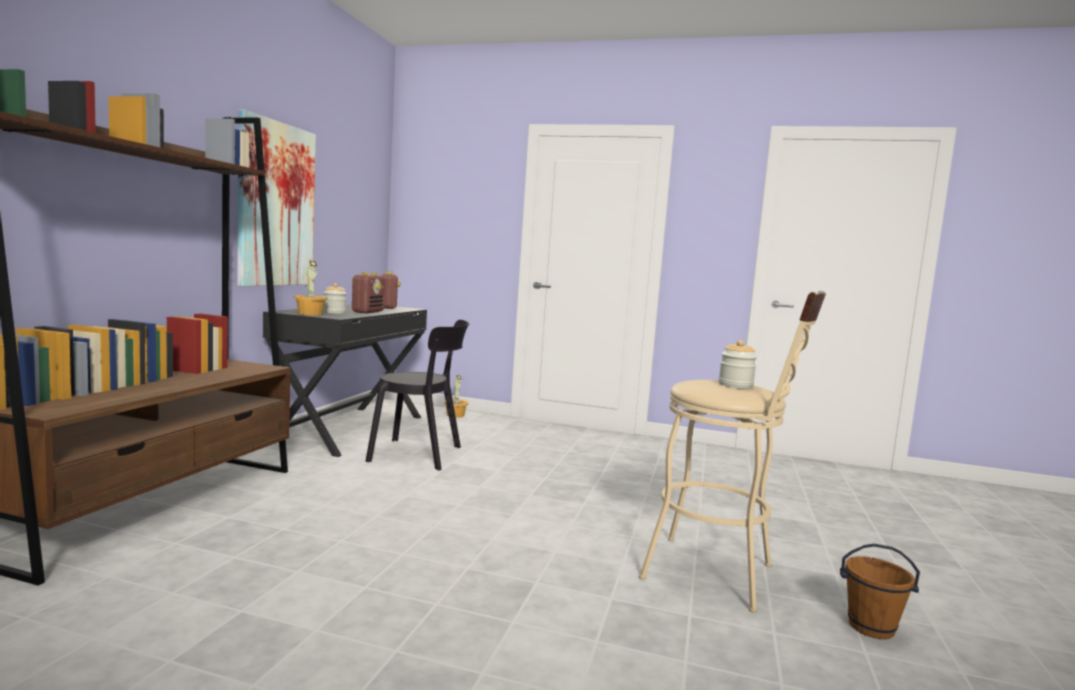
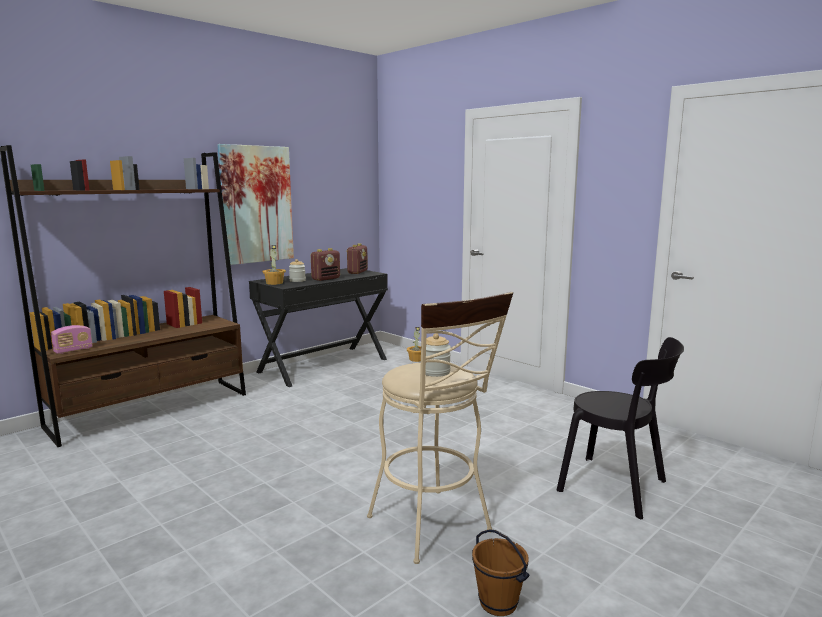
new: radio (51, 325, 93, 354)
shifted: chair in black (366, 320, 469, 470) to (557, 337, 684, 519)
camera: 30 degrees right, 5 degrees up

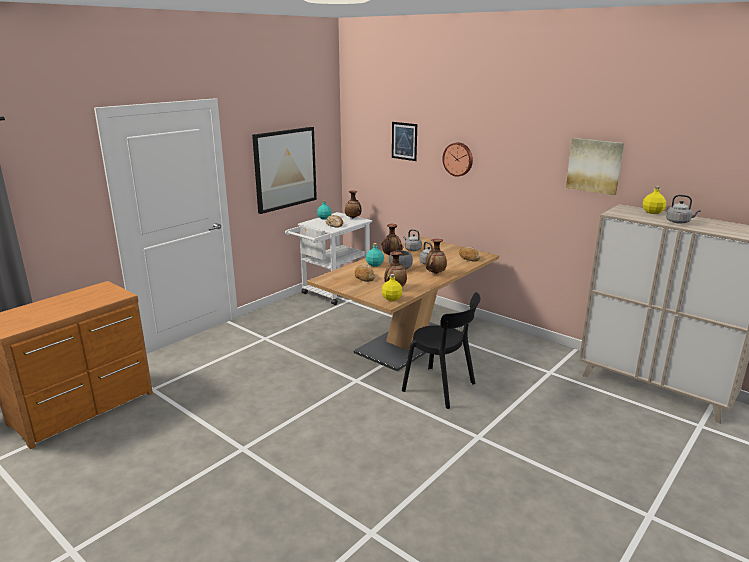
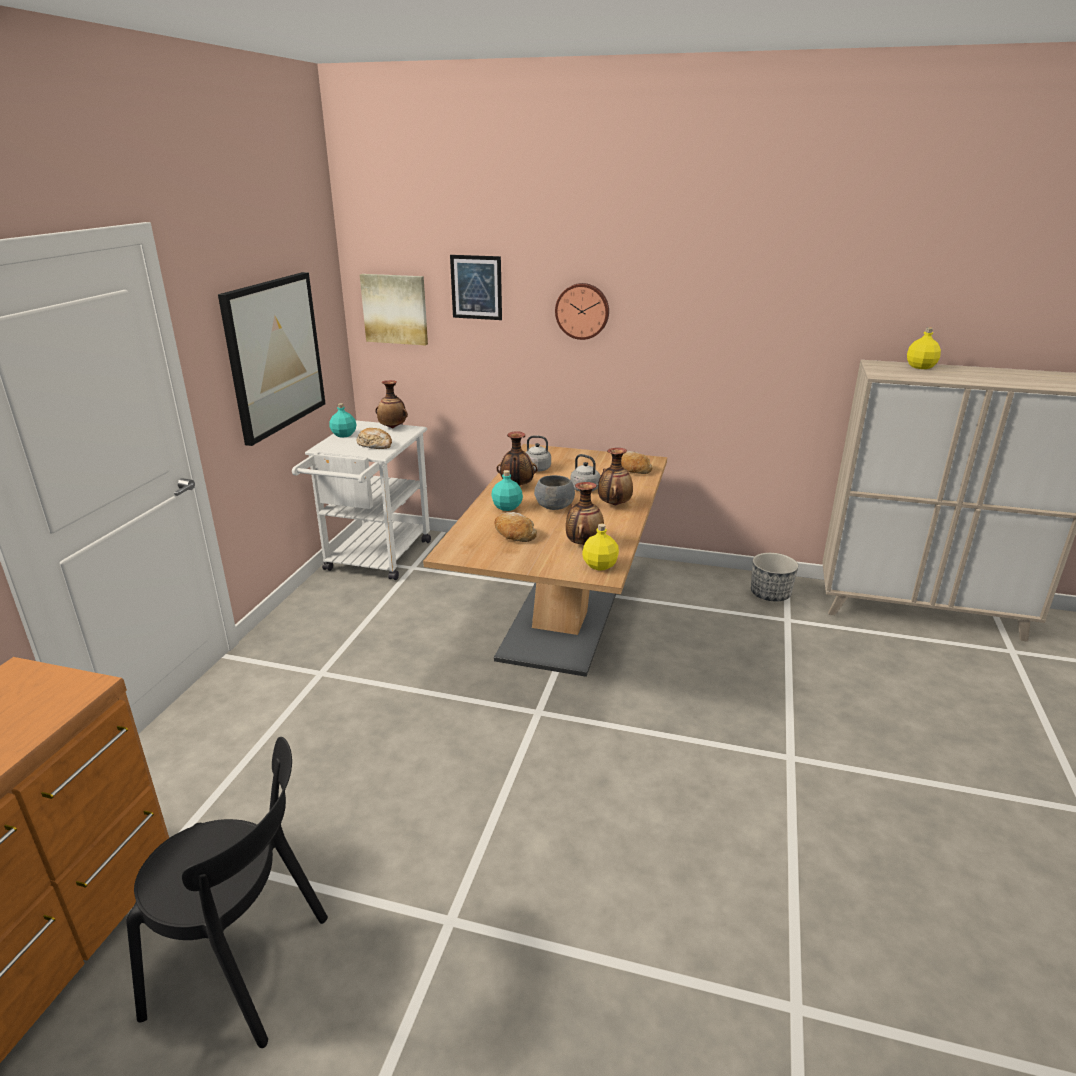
gone: kettle in grey (666, 195, 701, 224)
new: planter (751, 553, 798, 601)
shifted: chair in black (402, 292, 480, 409) to (126, 737, 328, 1048); picture (566, 138, 624, 195) to (360, 274, 428, 346)
camera: 25 degrees left, 5 degrees up

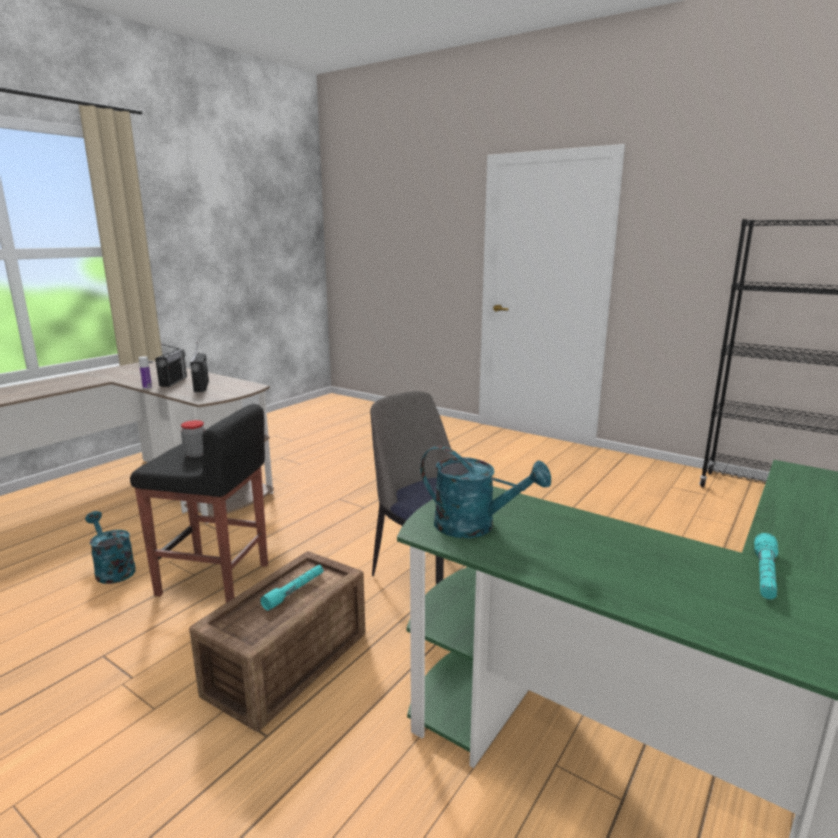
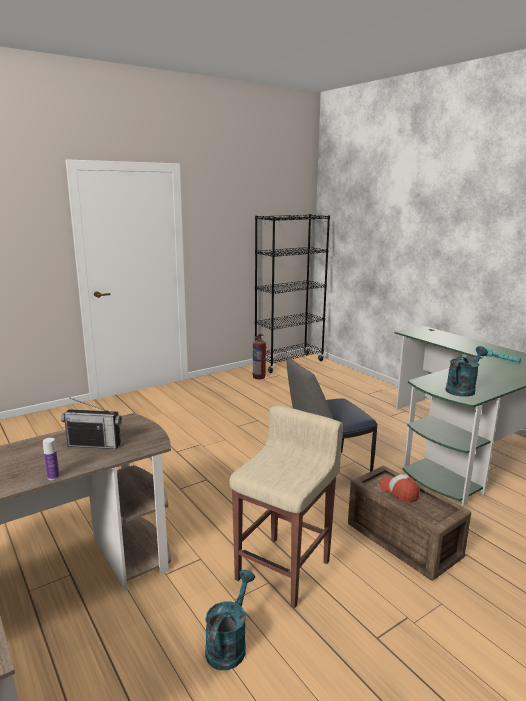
gone: radio (155, 344, 187, 387); jar (181, 420, 205, 458)
new: fire extinguisher (253, 334, 267, 379)
swapped: flashlight in turquoise (260, 565, 323, 611) to cap (380, 474, 420, 503)
repainted: stool in black (130, 404, 268, 603) to stool in beige (229, 405, 343, 608)
rotated: watering can in turquoise (85, 511, 136, 584) = (205, 570, 255, 670) 135 degrees clockwise
camera: 70 degrees left, 0 degrees up

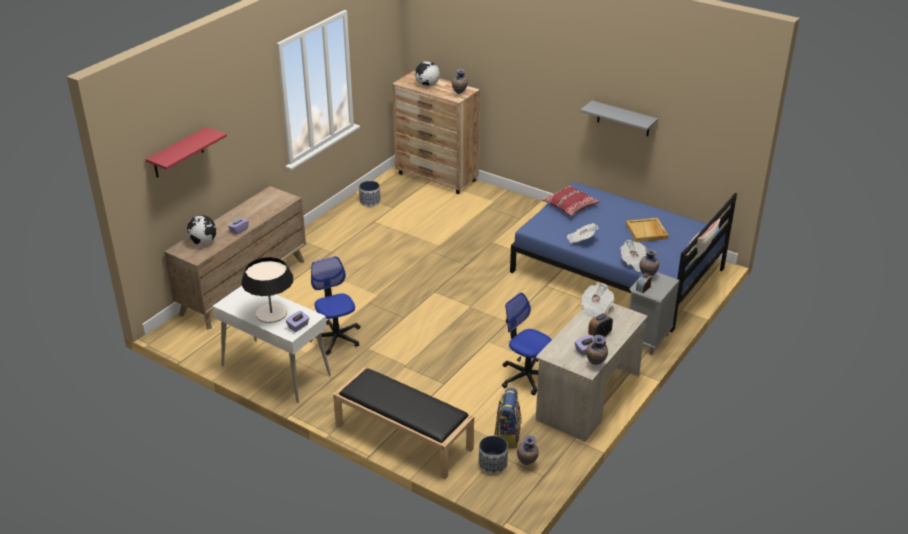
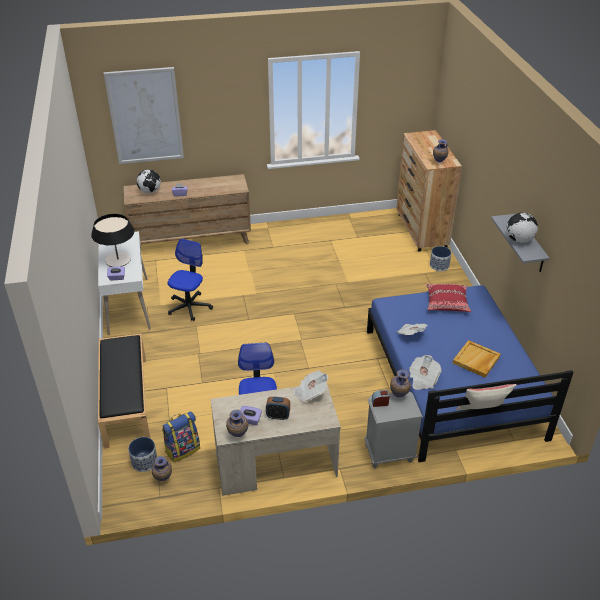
shifted: planter (359, 181, 381, 207) to (430, 246, 451, 271); globe (415, 61, 440, 87) to (507, 213, 538, 243)
swapped: shelf in red (145, 127, 227, 178) to picture (104, 67, 184, 164)
camera: 45 degrees right, 5 degrees up

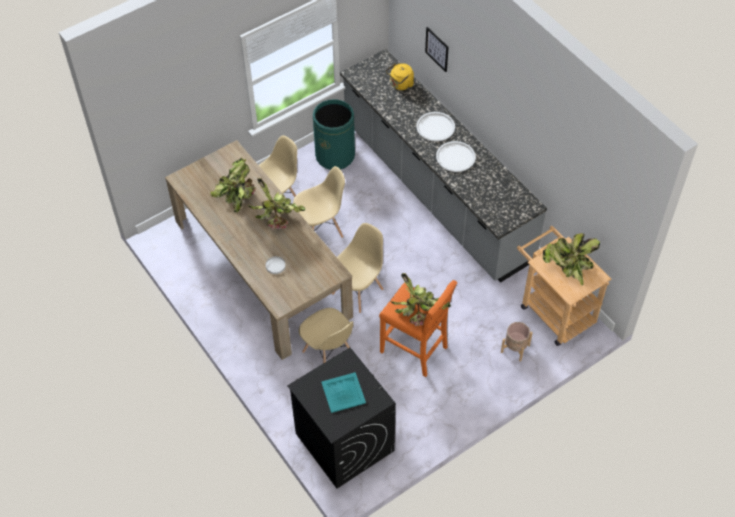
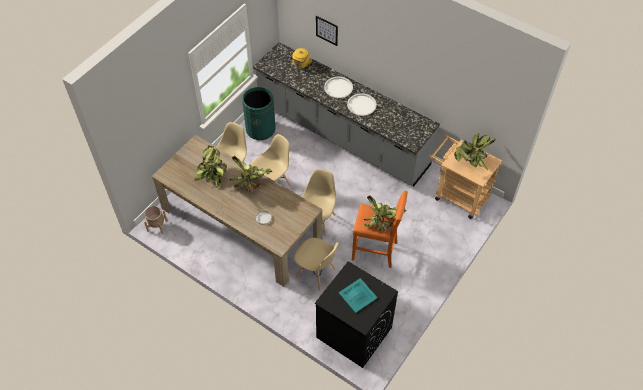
shifted: planter in beige (501, 322, 533, 361) to (144, 206, 167, 234)
camera: 20 degrees left, 0 degrees up

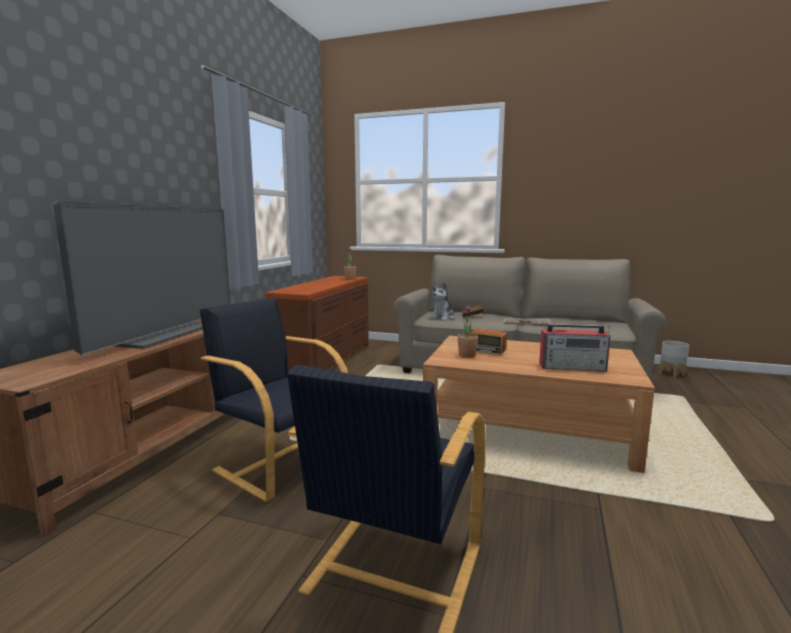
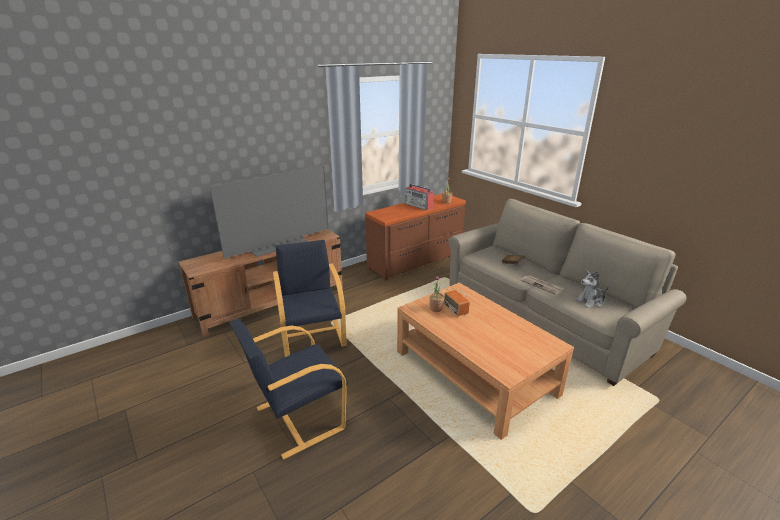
gone: planter in grey (659, 341, 689, 378)
shifted: radio (539, 324, 611, 372) to (405, 184, 434, 210); plush toy (430, 282, 455, 321) to (576, 270, 609, 308)
camera: 35 degrees right, 15 degrees up

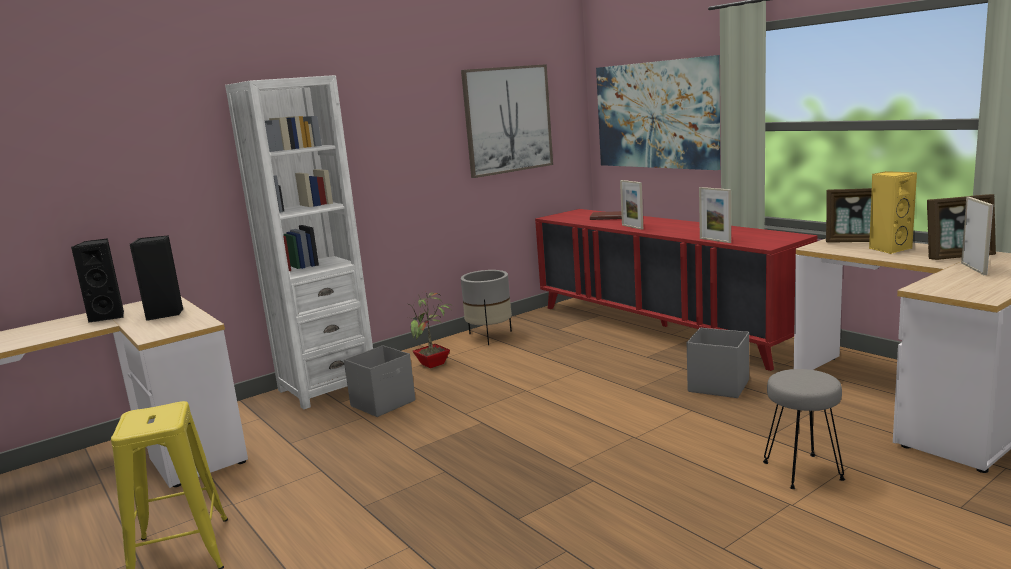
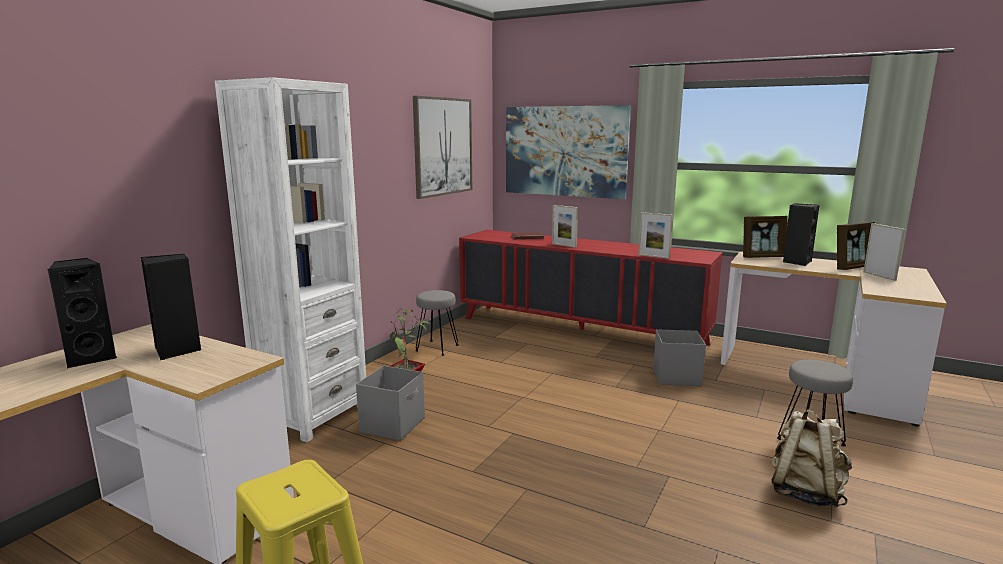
new: backpack in beige (771, 409, 852, 507)
swapped: planter in grey (461, 270, 512, 345) to stool in grey (415, 290, 458, 356)
repainted: speaker in yellow (869, 171, 917, 254) to speaker in black (783, 203, 819, 266)
camera: 25 degrees left, 0 degrees up

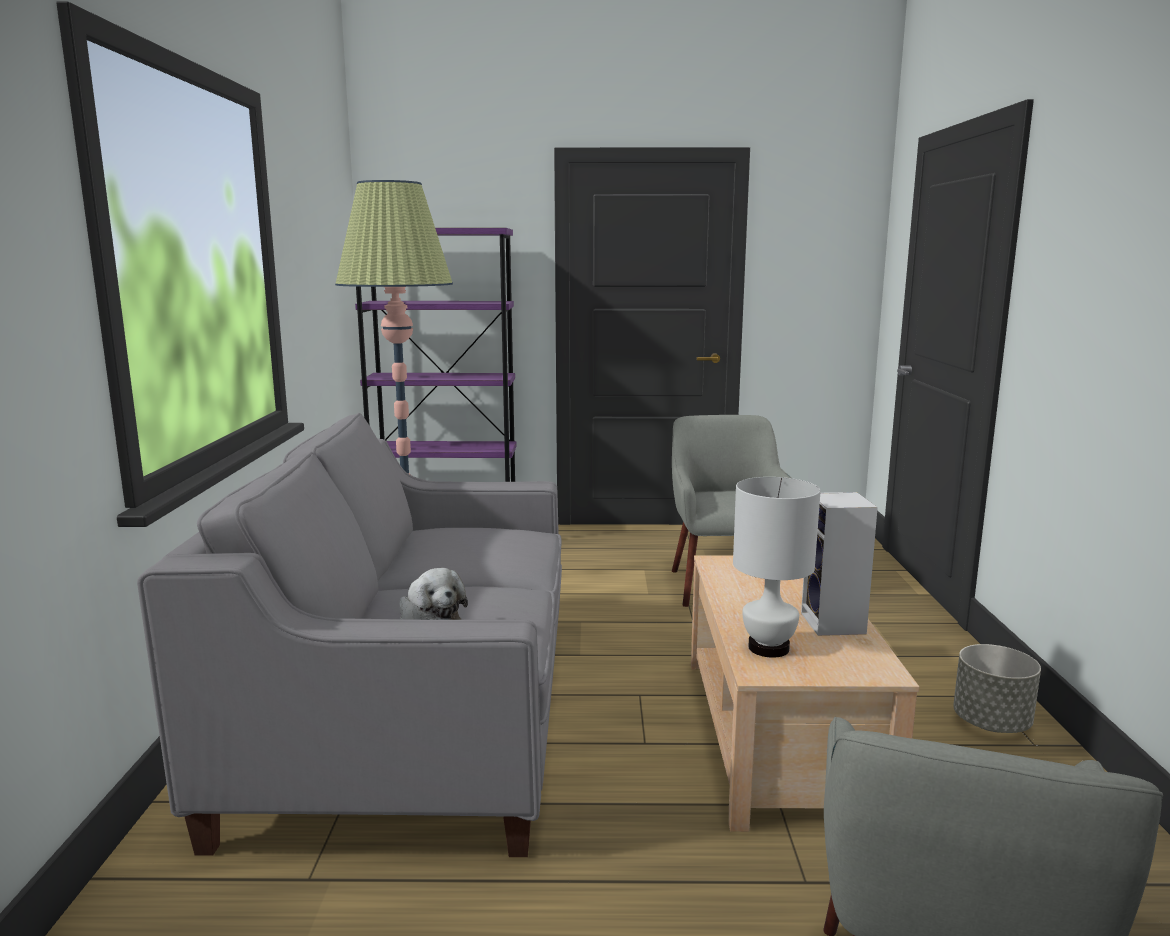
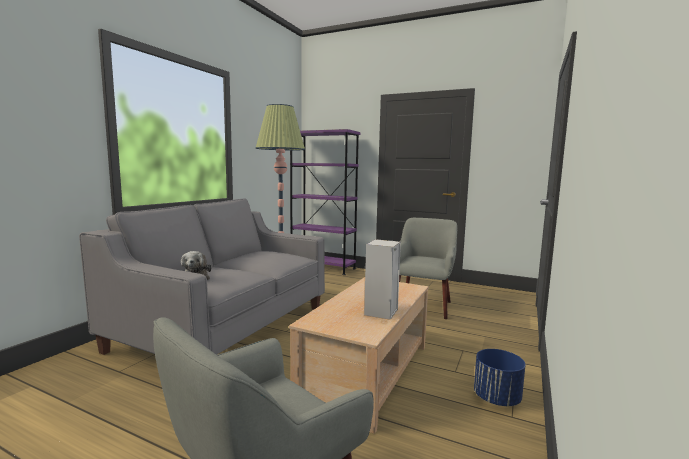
gone: table lamp in white (733, 477, 821, 658)
repainted: planter in grey (953, 644, 1041, 733) to planter in blue (474, 349, 526, 406)
camera: 25 degrees right, 5 degrees down

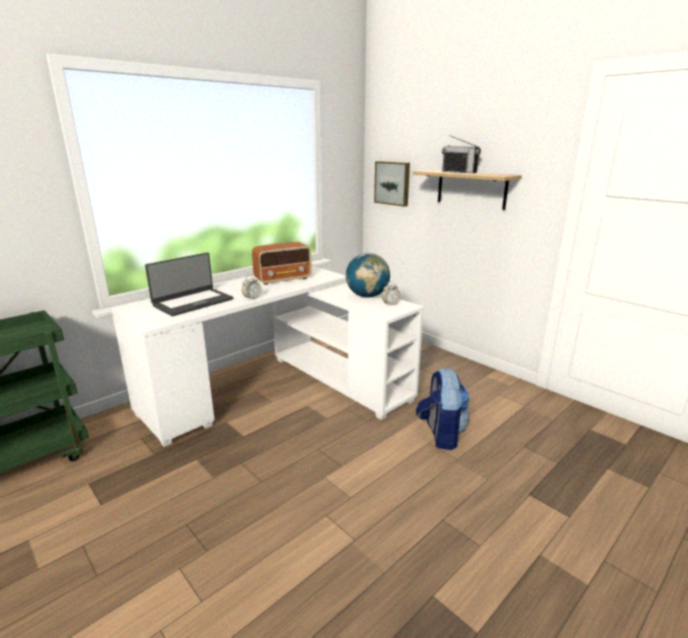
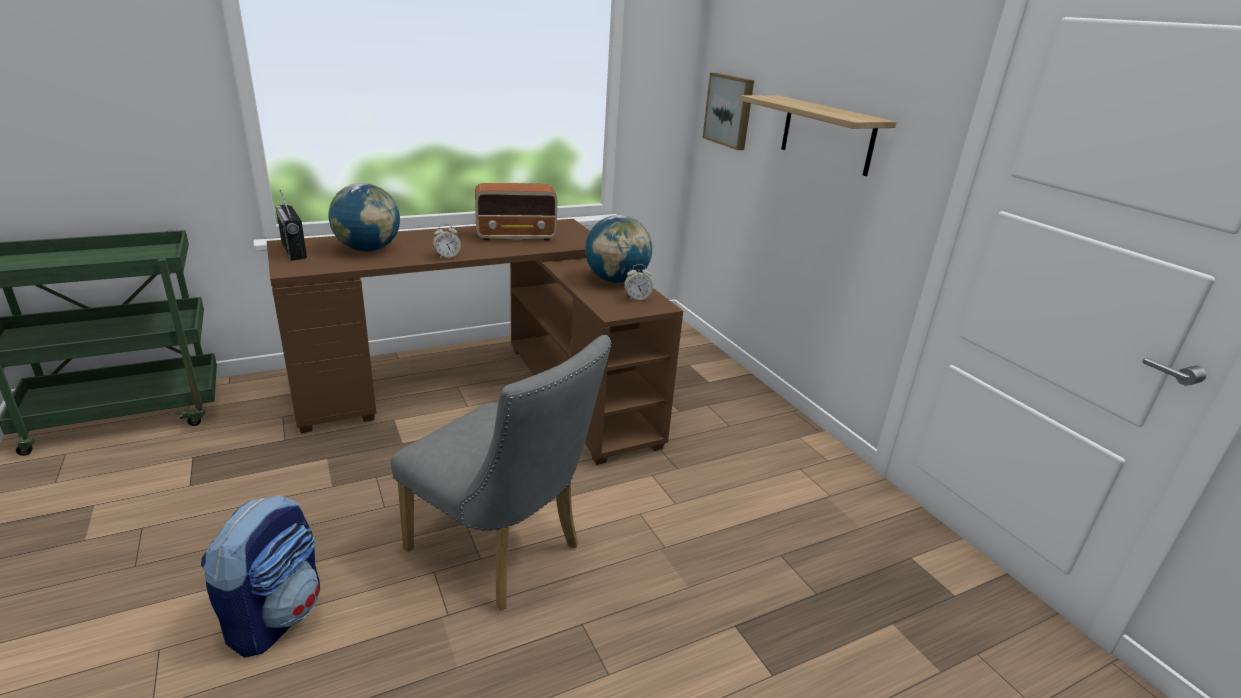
new: chair in grey (391, 335, 612, 611)
shifted: backpack (416, 368, 469, 450) to (201, 495, 320, 658); radio (442, 135, 481, 173) to (276, 190, 307, 261)
swapped: laptop (145, 253, 233, 316) to globe (328, 183, 400, 251)
repainted: desk in white (111, 265, 424, 447) to desk in brown (267, 219, 683, 465)
camera: 15 degrees right, 5 degrees up

